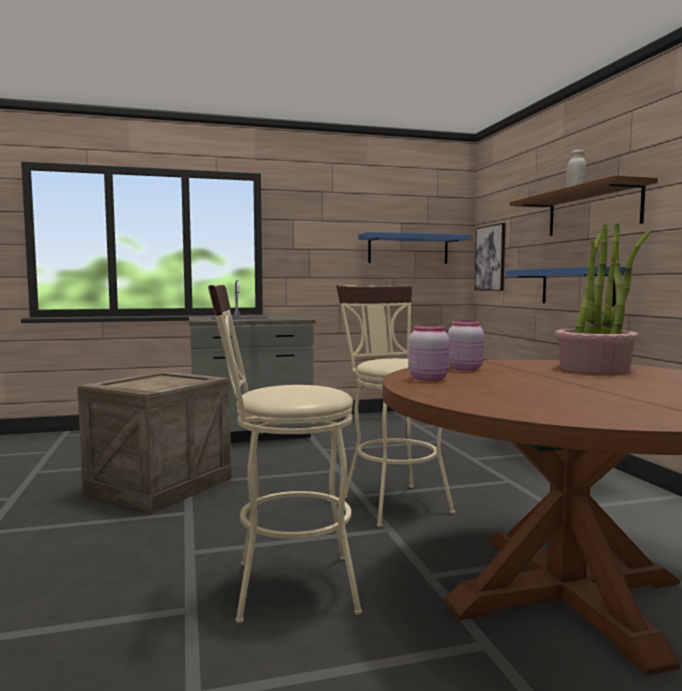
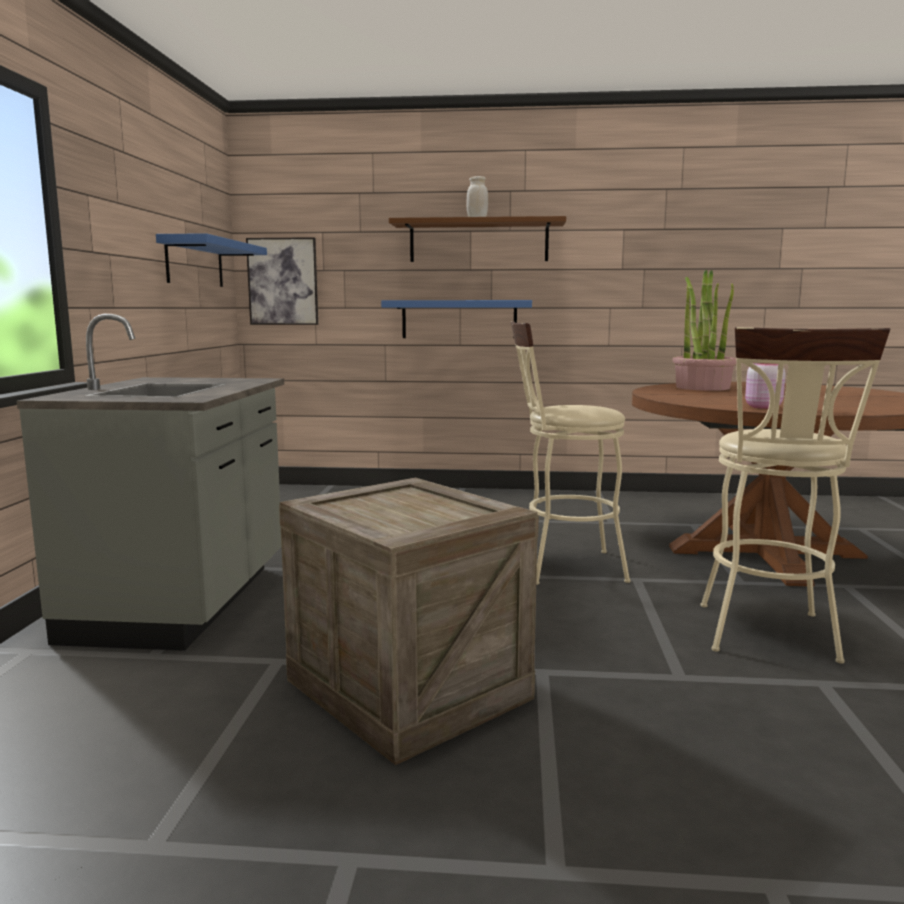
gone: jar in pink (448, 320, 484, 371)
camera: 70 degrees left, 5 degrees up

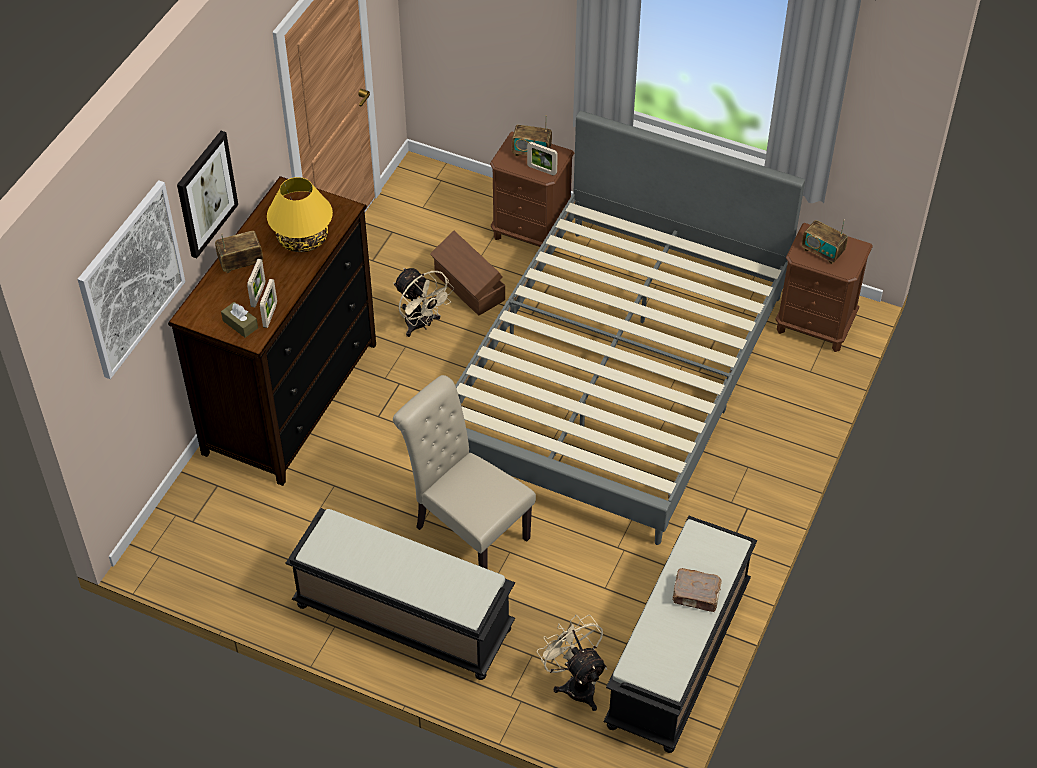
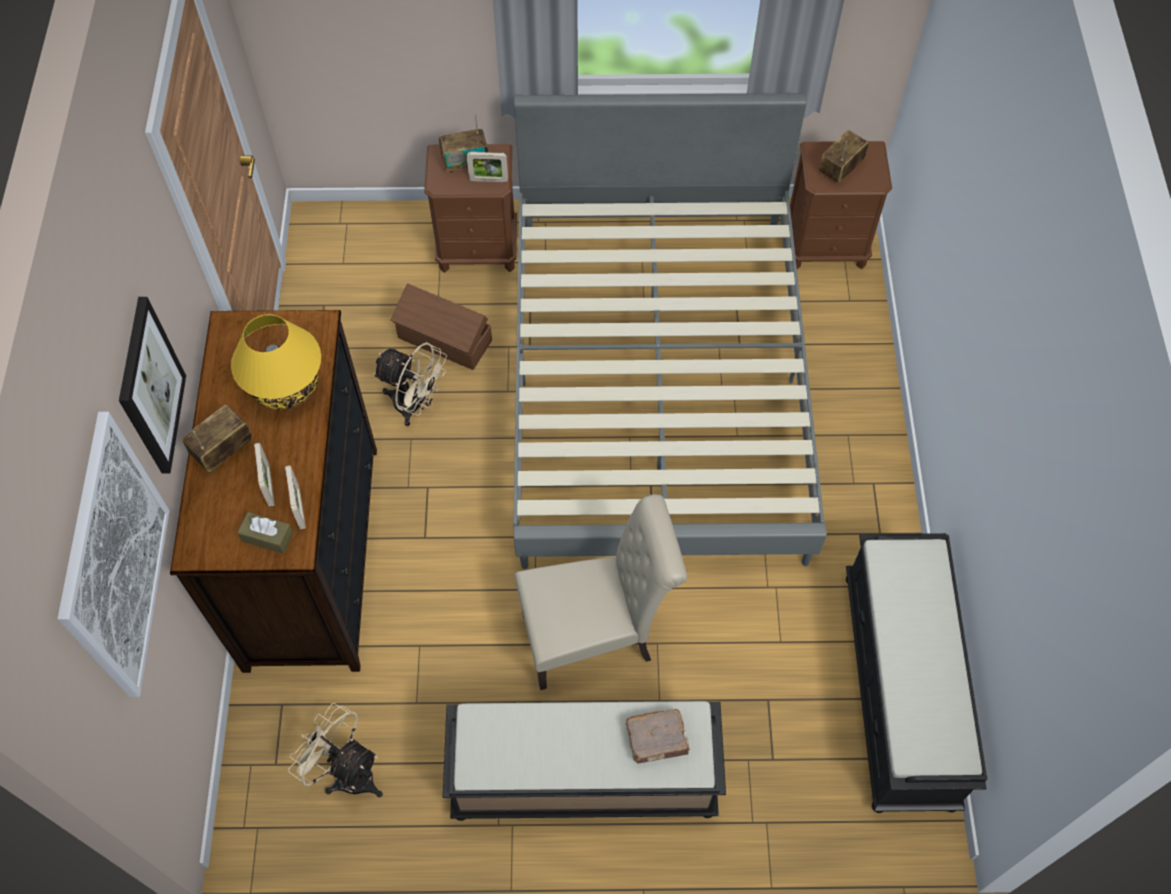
shifted: fan in beige (537, 615, 607, 711) to (288, 703, 383, 798); book in brown (672, 568, 722, 612) to (626, 709, 690, 763)
rotated: chair in beige (393, 375, 536, 569) = (514, 494, 687, 690) 150 degrees clockwise; radio (802, 220, 848, 264) = (819, 130, 869, 184) 120 degrees clockwise
camera: 25 degrees left, 10 degrees up

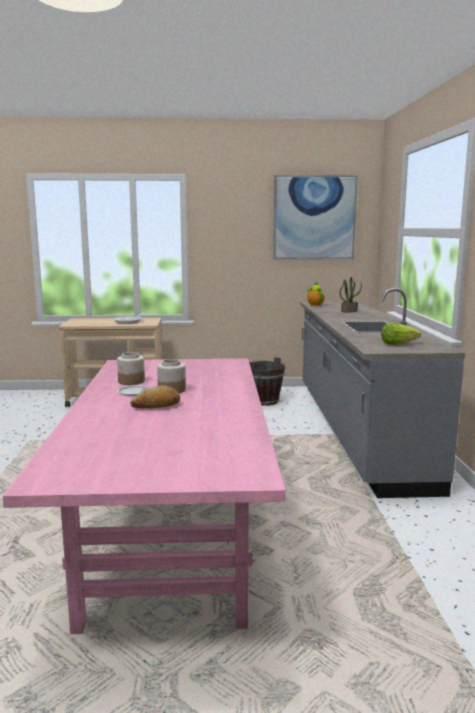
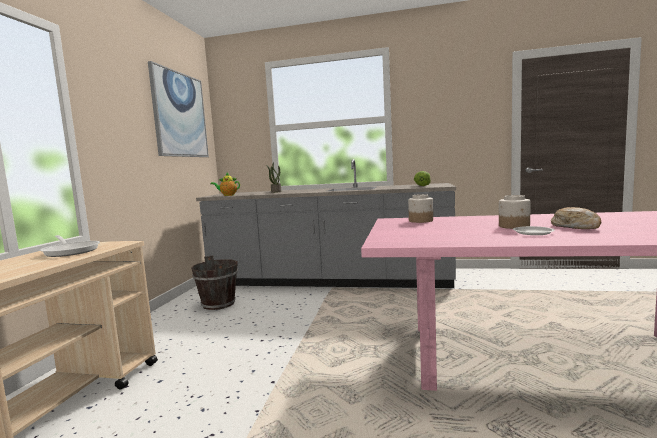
shifted: jar (117, 352, 145, 385) to (408, 194, 433, 223)
camera: 75 degrees left, 5 degrees down

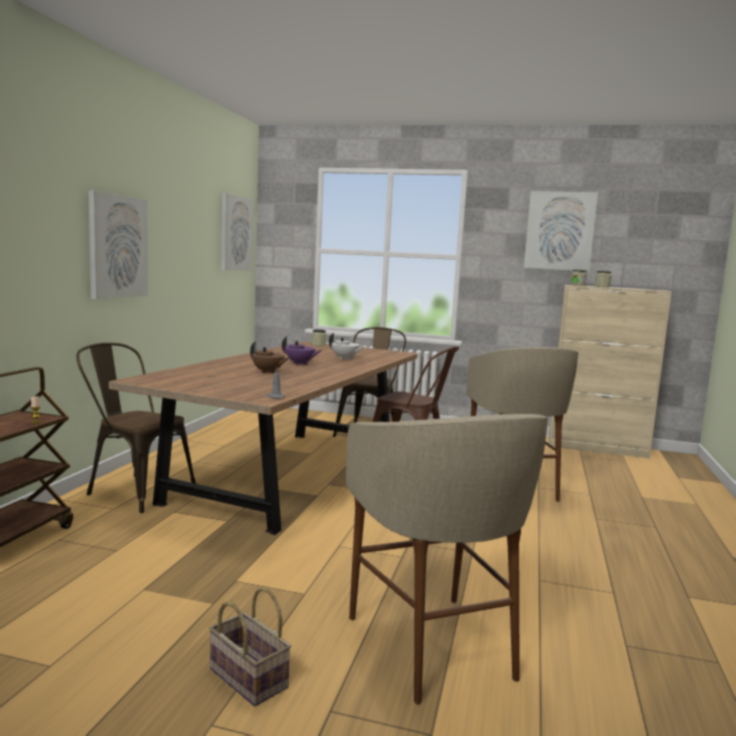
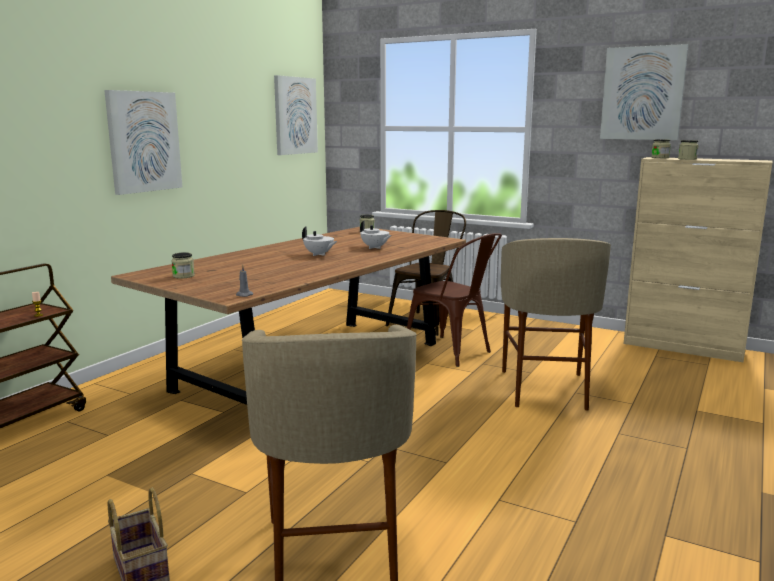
gone: chair in brown (77, 343, 196, 513); teapot in brown (250, 342, 289, 373)
new: jar (171, 252, 195, 279)
repainted: teapot in purple (282, 336, 322, 365) to teapot in white (302, 226, 337, 256)
camera: 15 degrees right, 5 degrees up

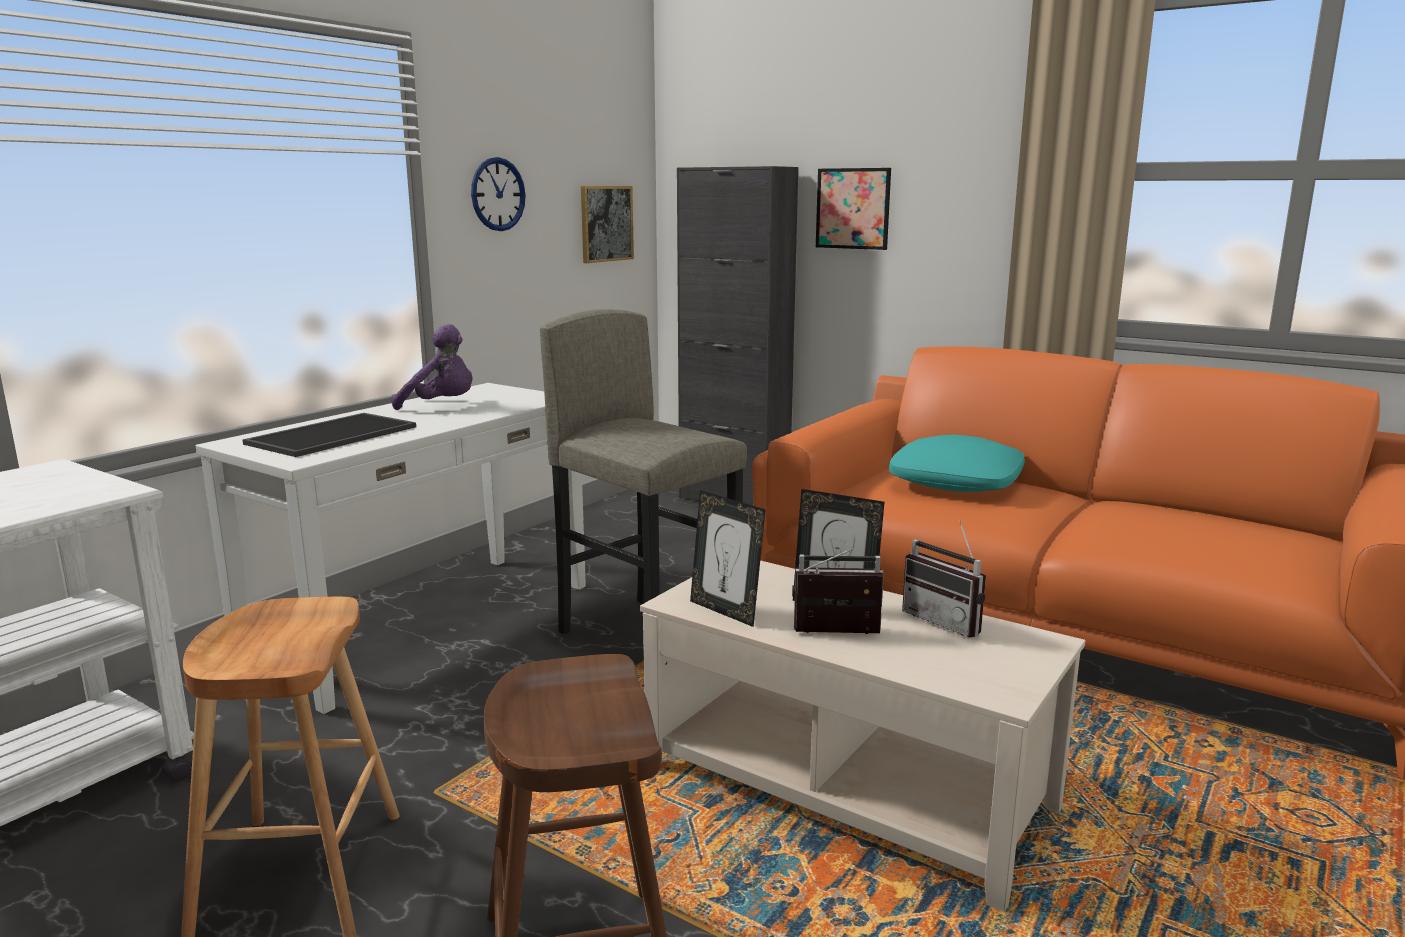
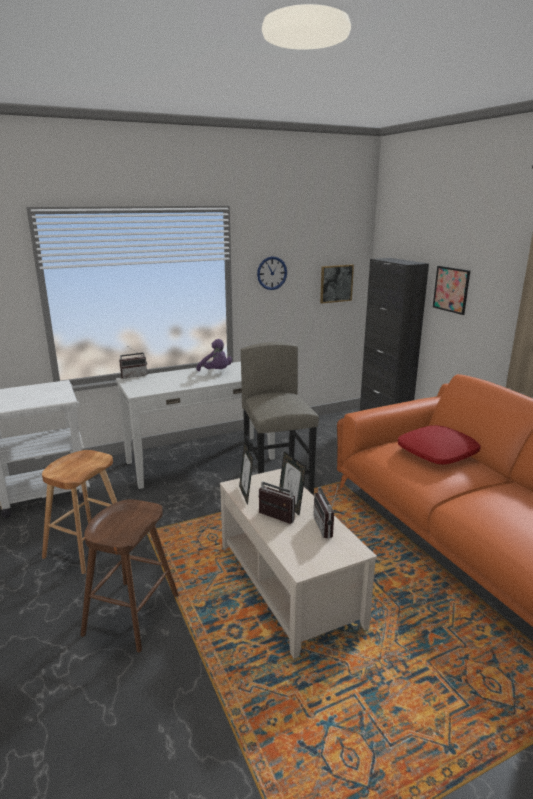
gone: tray (242, 413, 416, 457)
new: radio (119, 347, 147, 379)
repainted: pillow in turquoise (889, 435, 1025, 492) to pillow in red (398, 425, 481, 464)
camera: 30 degrees right, 5 degrees up

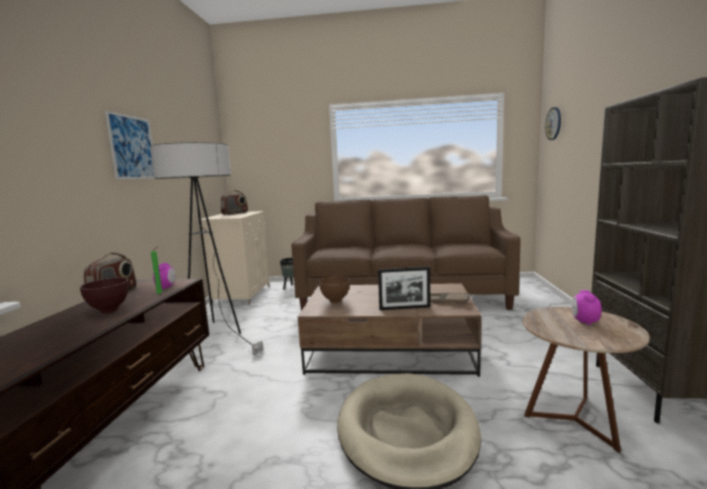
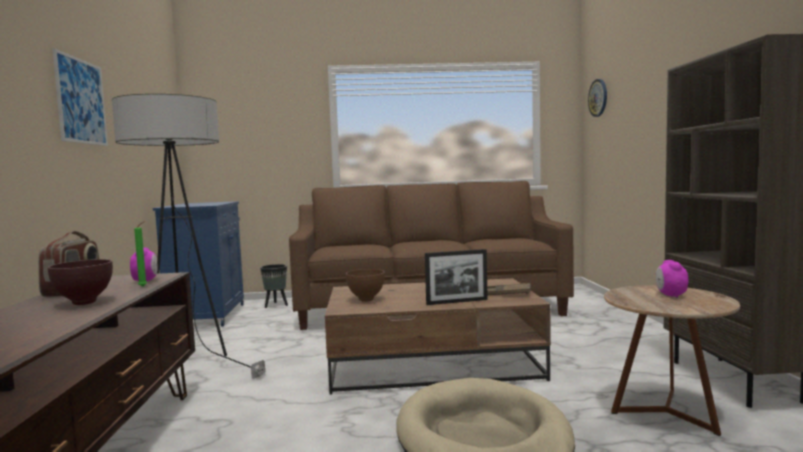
gone: radio (221, 190, 248, 215)
repainted: cabinet in beige (198, 211, 270, 305) to cabinet in blue (153, 201, 244, 327)
camera: 10 degrees left, 5 degrees down

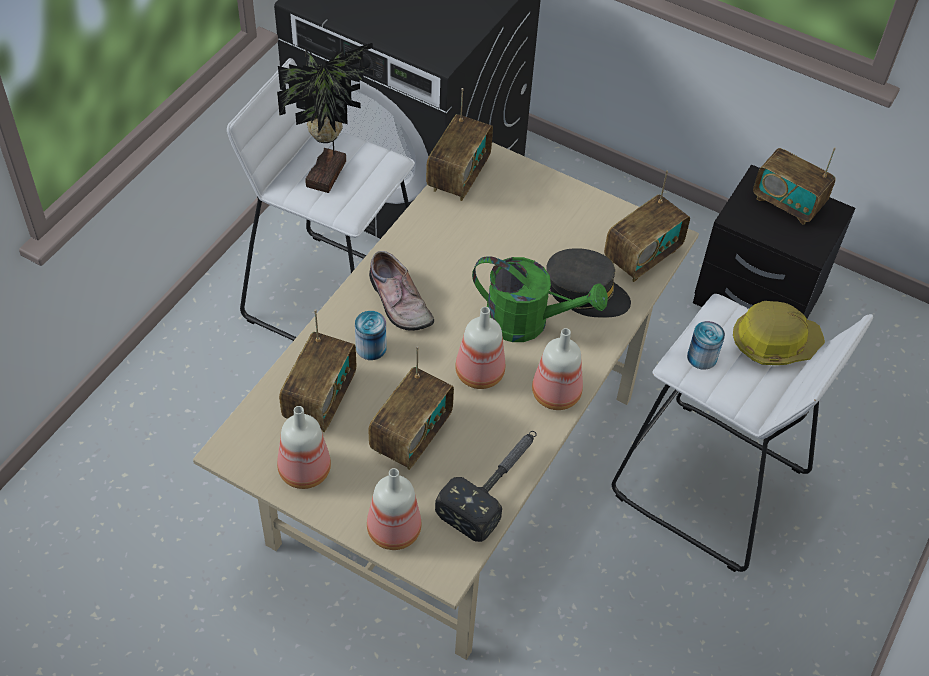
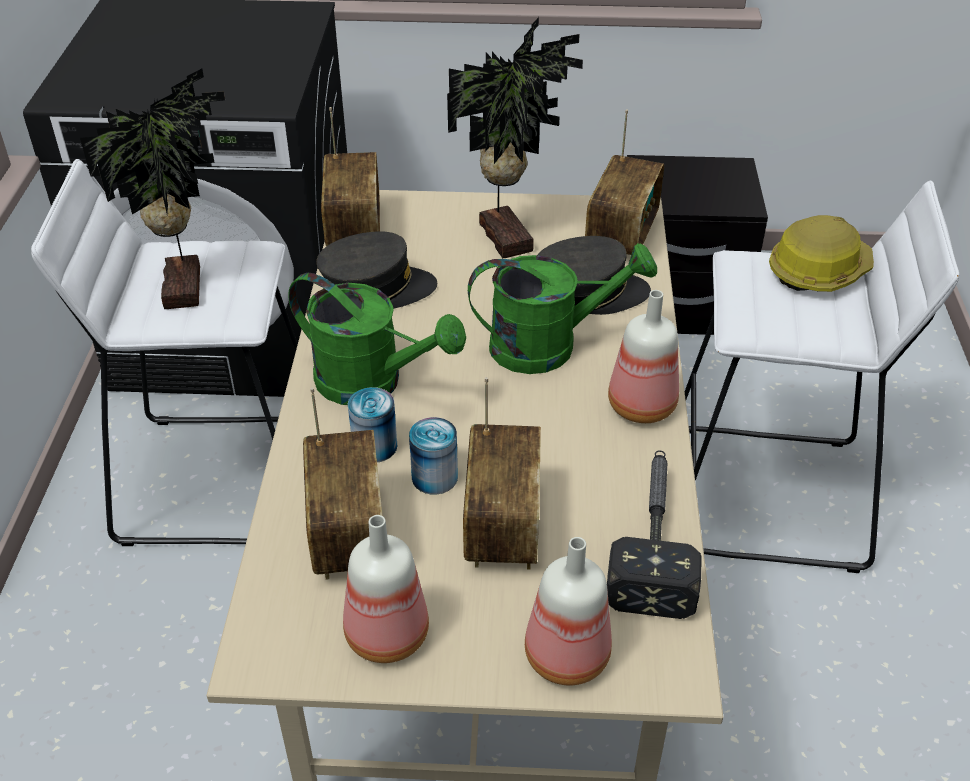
gone: bottle (455, 307, 505, 389); radio (753, 147, 836, 225)
new: cap in grey (317, 231, 437, 308); potted plant (447, 17, 583, 258)
shifted: can (687, 321, 725, 370) to (409, 417, 458, 495)
swapped: shoe (369, 251, 434, 331) to watering can in green (288, 273, 466, 405)
camera: 25 degrees left, 10 degrees down

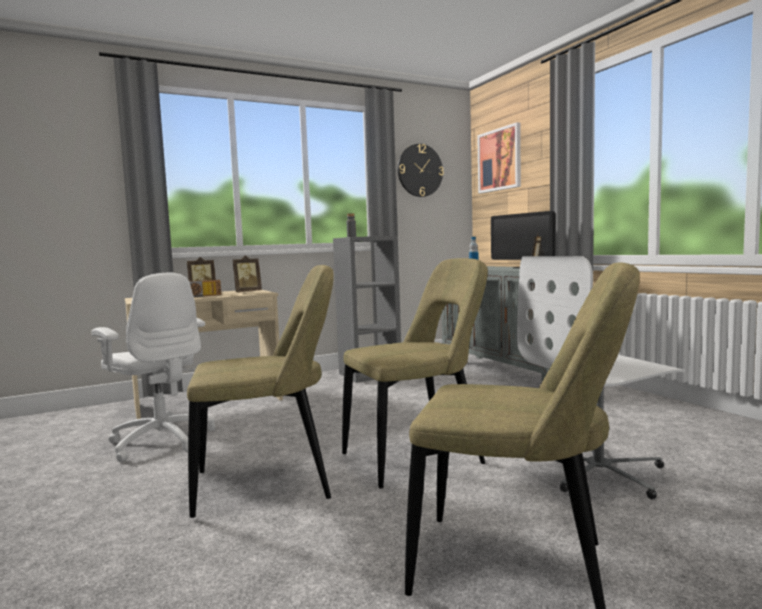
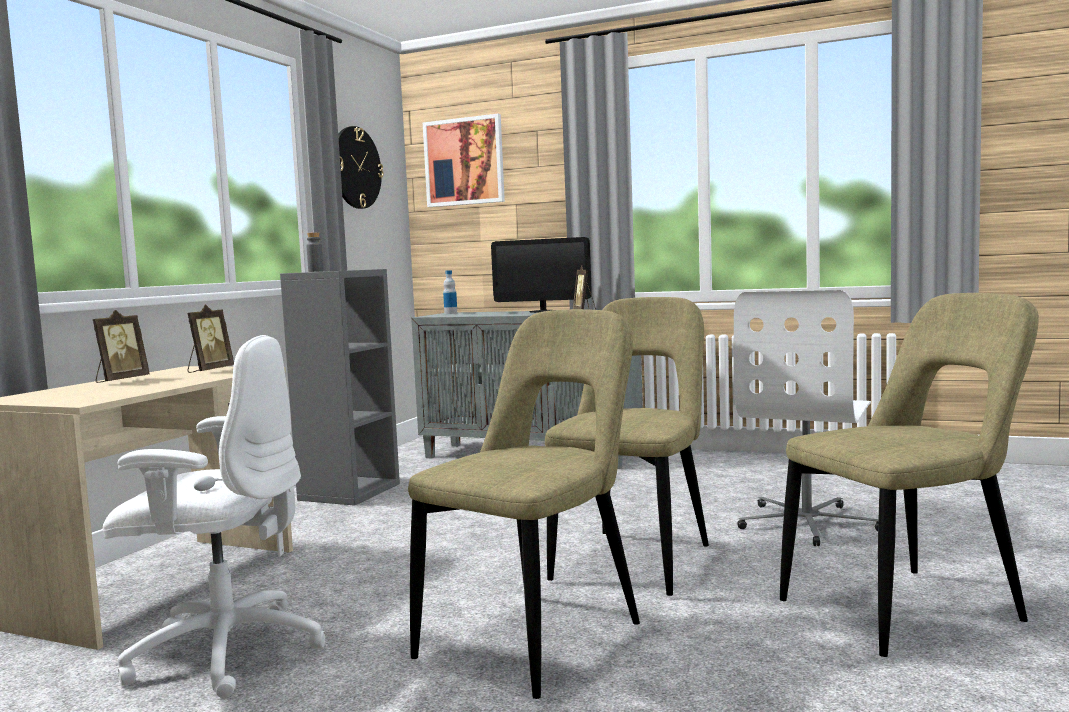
gone: radio (189, 280, 221, 297)
camera: 40 degrees left, 0 degrees up

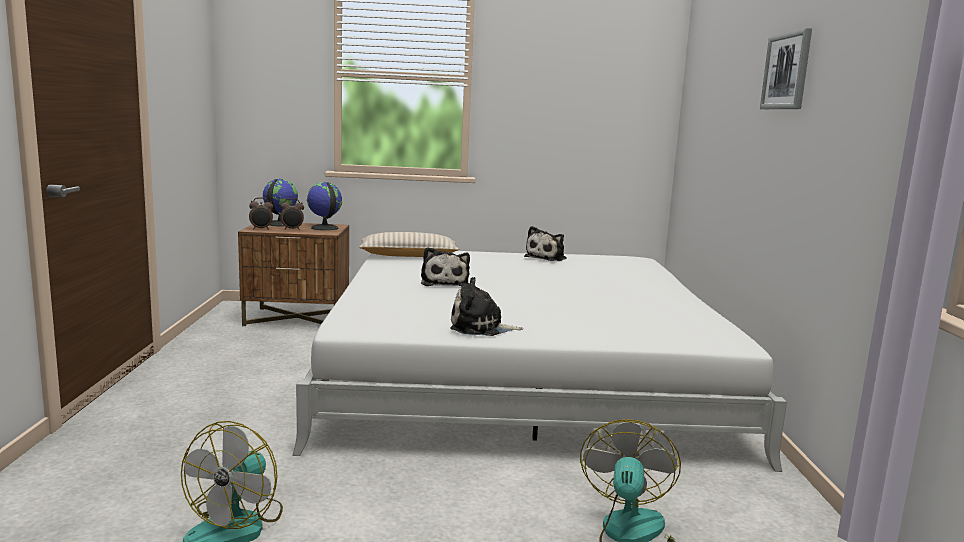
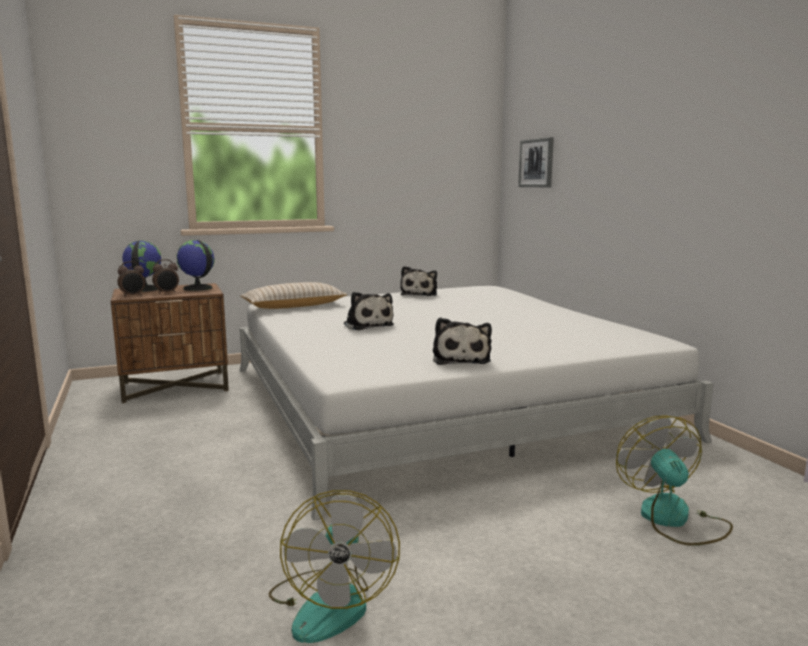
shifted: picture (760, 28, 812, 109) to (518, 137, 554, 187)
rotated: plush toy (450, 277, 524, 336) = (433, 317, 492, 365) 75 degrees counterclockwise
camera: 20 degrees left, 0 degrees up

